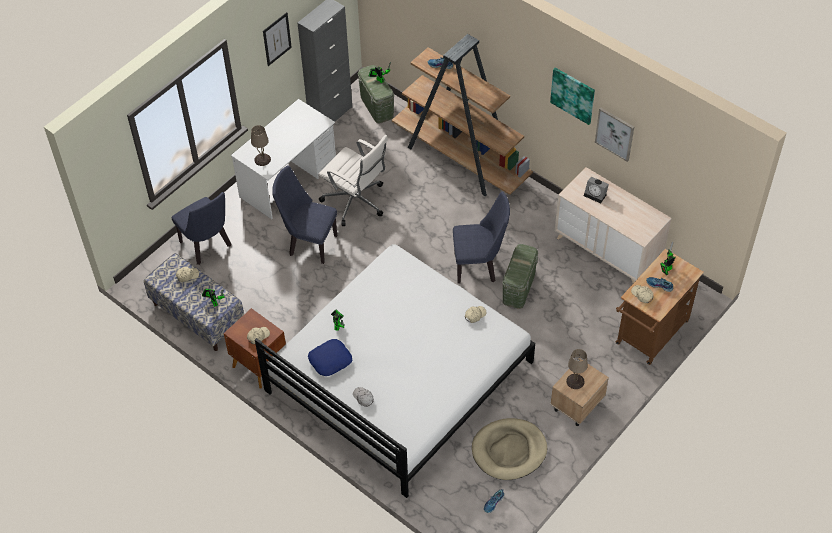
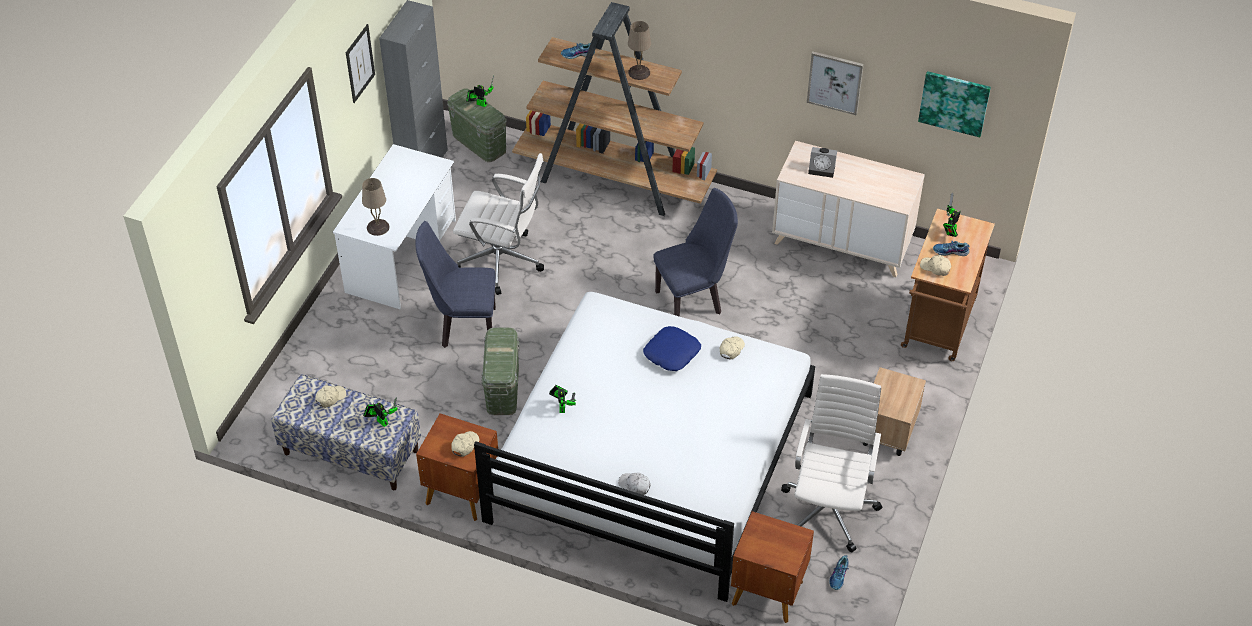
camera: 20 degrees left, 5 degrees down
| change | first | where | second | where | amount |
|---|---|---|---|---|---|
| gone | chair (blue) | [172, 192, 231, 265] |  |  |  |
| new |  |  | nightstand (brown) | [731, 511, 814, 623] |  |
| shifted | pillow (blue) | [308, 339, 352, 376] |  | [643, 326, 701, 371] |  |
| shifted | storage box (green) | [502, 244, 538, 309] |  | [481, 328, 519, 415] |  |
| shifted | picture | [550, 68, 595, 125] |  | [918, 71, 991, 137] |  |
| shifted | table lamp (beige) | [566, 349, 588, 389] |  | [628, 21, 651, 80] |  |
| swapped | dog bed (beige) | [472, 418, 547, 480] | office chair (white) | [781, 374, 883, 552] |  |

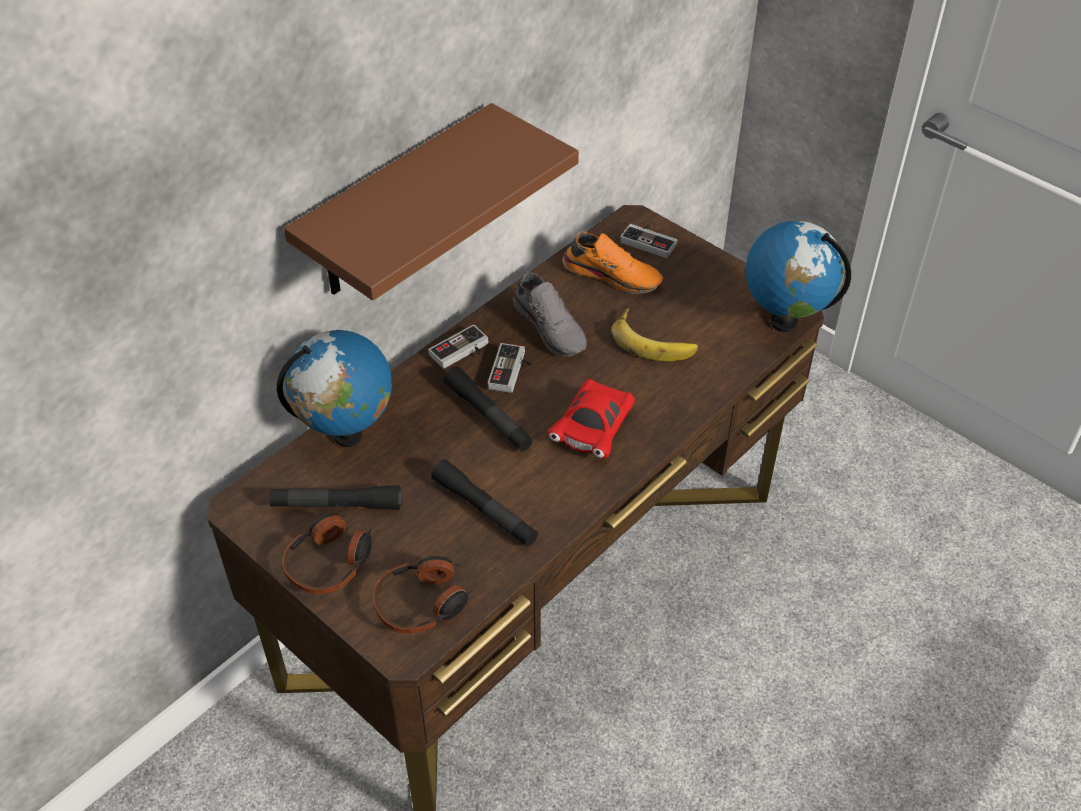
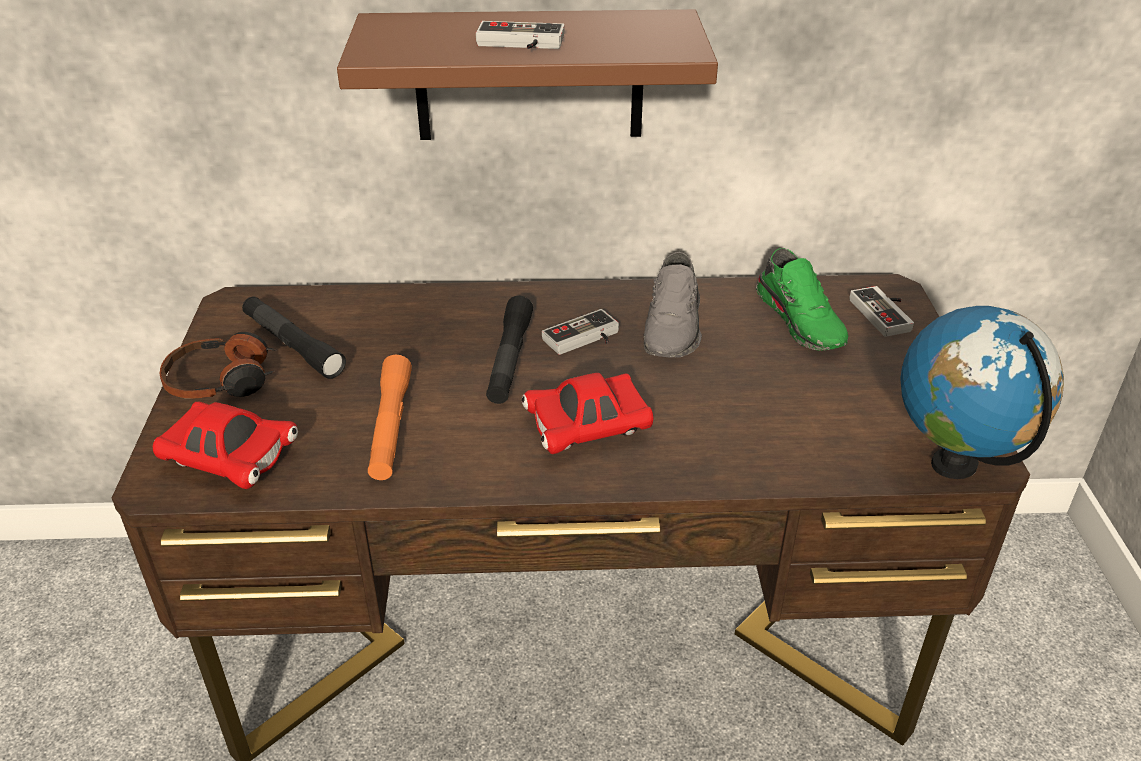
camera: 45 degrees right, 10 degrees down
| change | first | where | second | where | amount |
|---|---|---|---|---|---|
| gone | globe | [277, 330, 392, 447] |  |  |  |
| gone | banana | [611, 308, 698, 361] |  |  |  |
| shifted | game controller | [428, 325, 489, 369] |  | [476, 21, 565, 49] |  |
| swapped | headphones | [373, 556, 474, 634] | toy car (red) | [153, 401, 298, 489] |  |
| repainted | flashlight (black) | [431, 459, 538, 546] | flashlight (orange) | [368, 355, 412, 480] |  |
| repainted | shoe (orange) | [562, 232, 664, 294] | shoe (green) | [756, 248, 848, 351] |  |

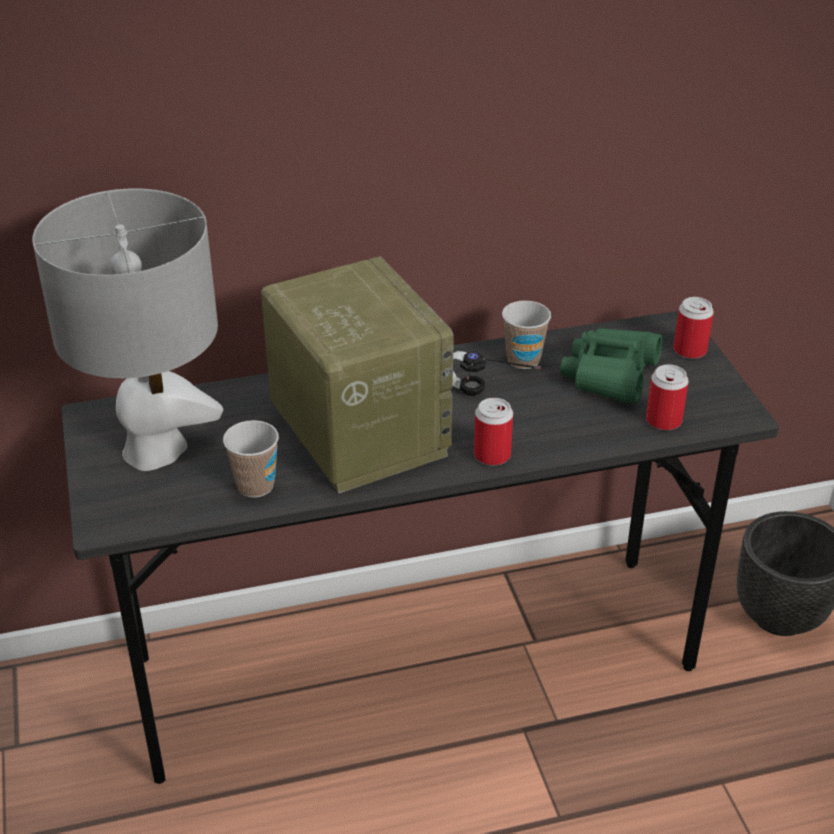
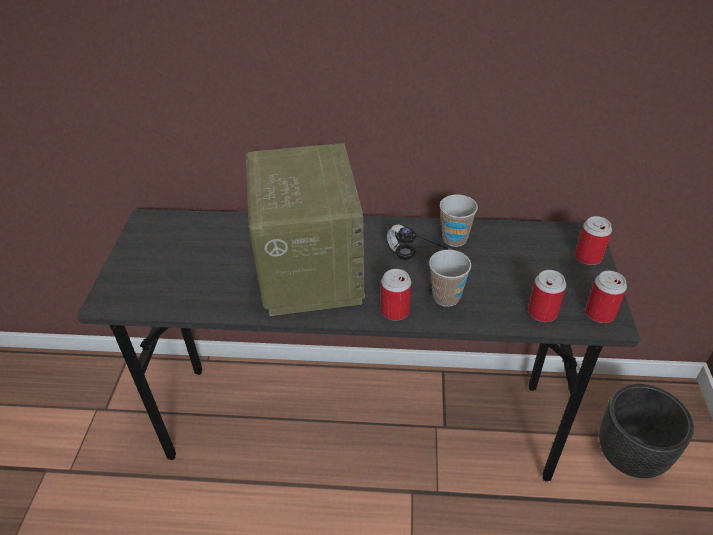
camera: 20 degrees right, 5 degrees up
| change | first | where | second | where | amount |
|---|---|---|---|---|---|
| gone | table lamp (grey) | [32, 188, 223, 471] |  |  |  |
| gone | binoculars (green) | [560, 328, 662, 404] |  |  |  |
| new |  |  | can | [586, 271, 627, 323] |  |
| shifted | cup | [223, 420, 279, 498] |  | [429, 250, 471, 307] |  |

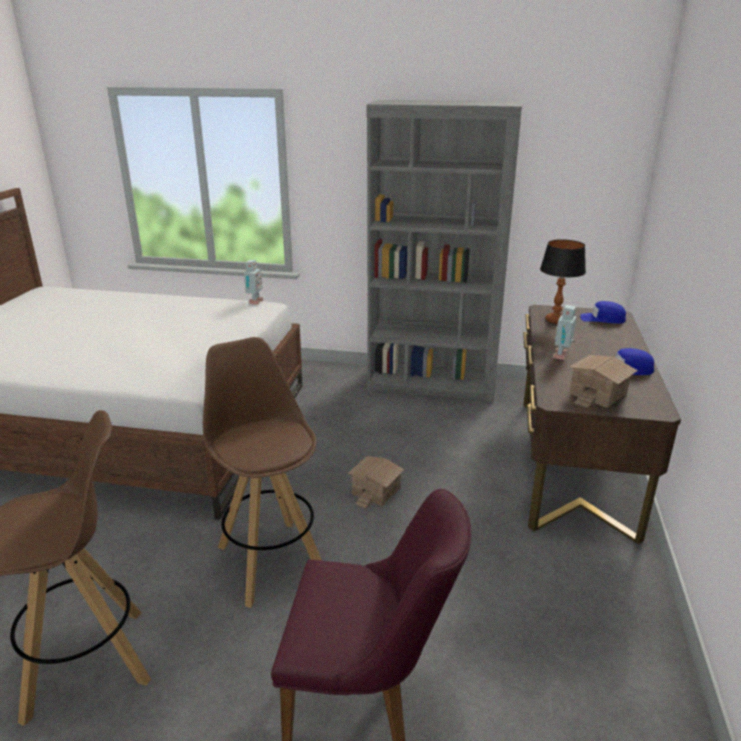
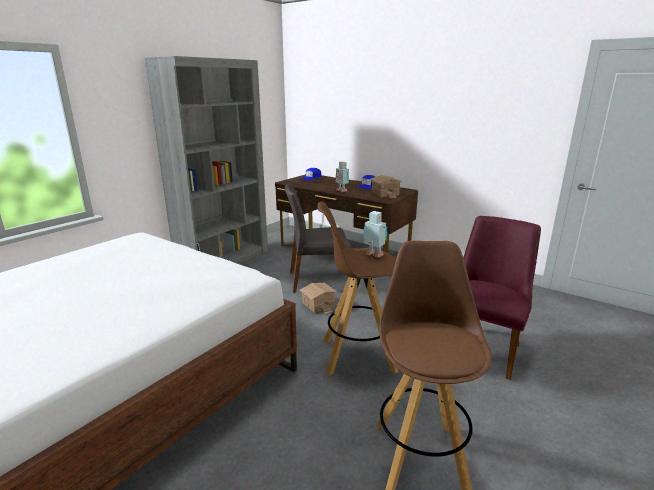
camera: 65 degrees left, 5 degrees down
| change | first | where | second | where | amount |
|---|---|---|---|---|---|
| gone | table lamp | [540, 239, 586, 324] |  |  |  |
| new |  |  | chair (grey) | [285, 183, 351, 293] |  |
| shifted | toy robot | [244, 260, 263, 305] |  | [363, 211, 387, 258] |  |

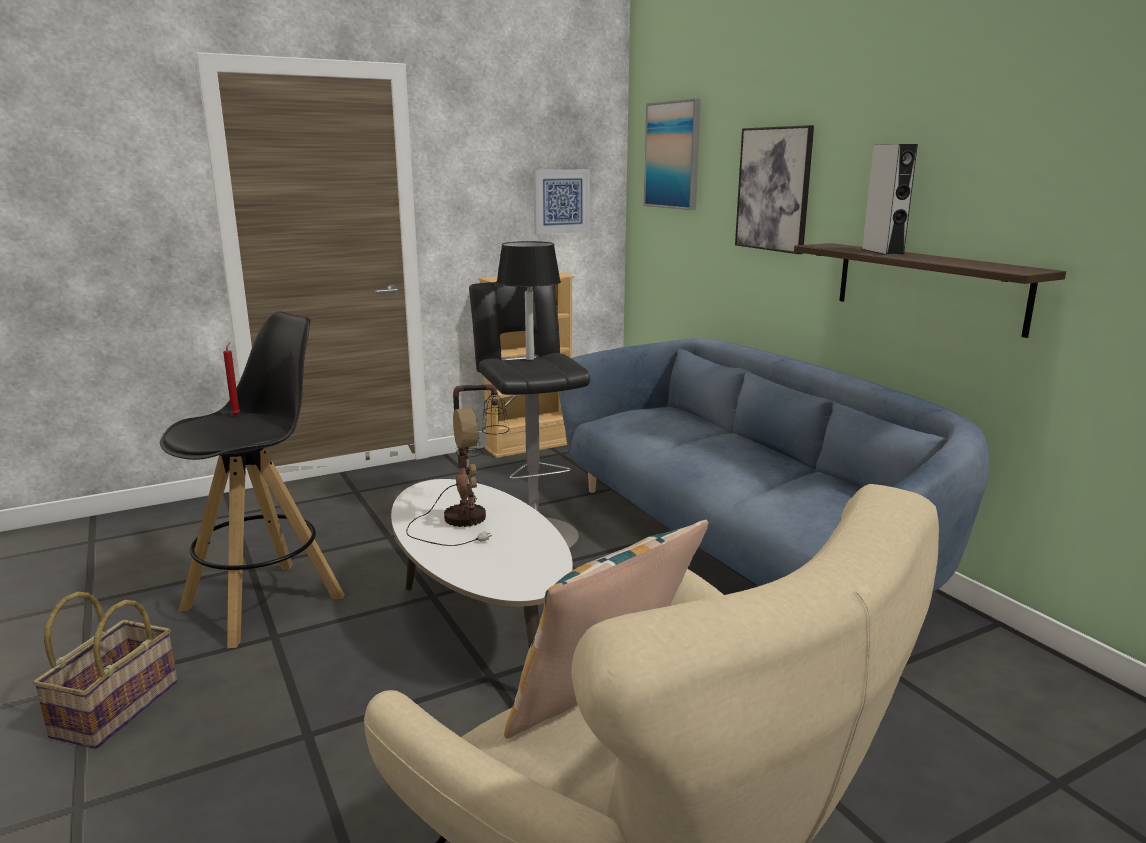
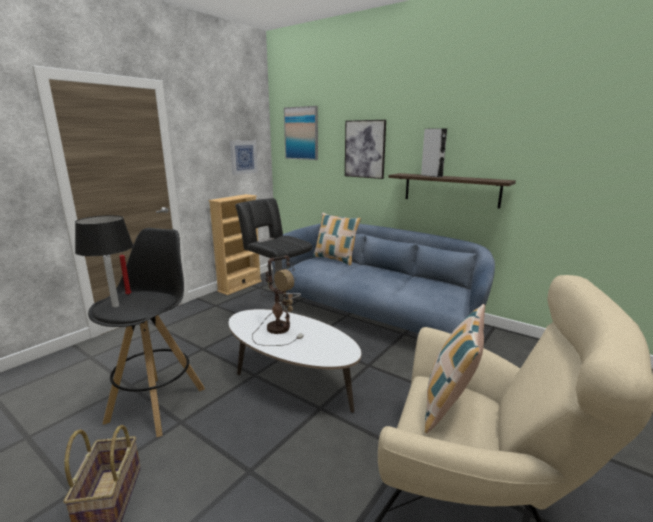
camera: 25 degrees left, 0 degrees up
| change | first | where | second | where | amount |
|---|---|---|---|---|---|
| new |  |  | pillow | [313, 212, 361, 265] |  |
| shifted | table lamp (black) | [496, 241, 561, 360] |  | [75, 215, 133, 308] |  |

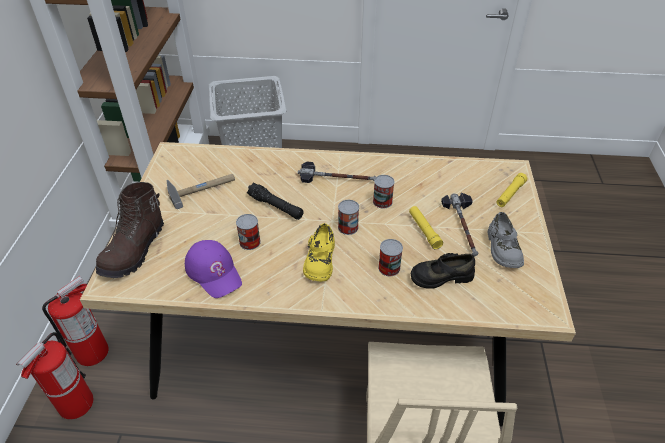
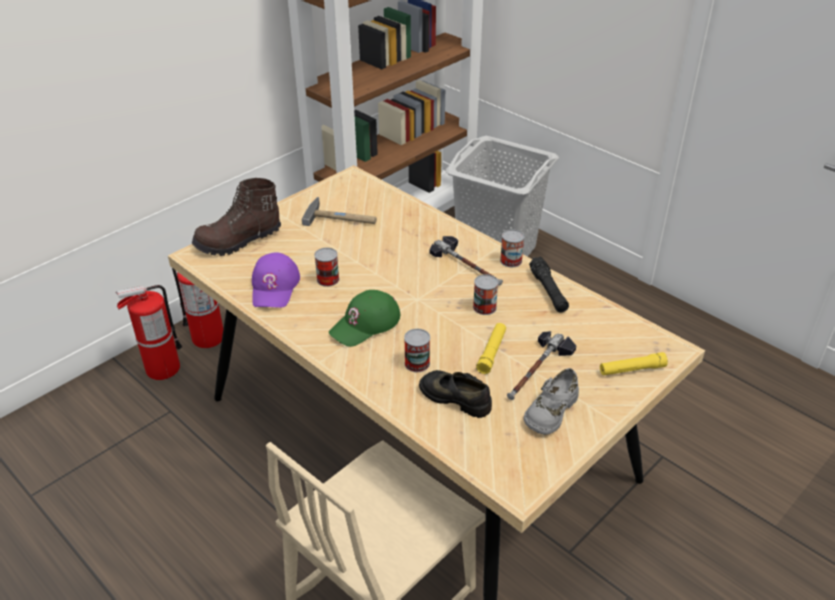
camera: 40 degrees right, 5 degrees down
| change | first | where | second | where | amount |
|---|---|---|---|---|---|
| shifted | flashlight (black) | [247, 183, 304, 220] |  | [529, 256, 569, 313] |  |
| shifted | can | [338, 200, 359, 235] |  | [500, 229, 525, 267] |  |
| swapped | shoe (yellow) | [303, 223, 335, 282] | cap (green) | [329, 290, 400, 347] |  |

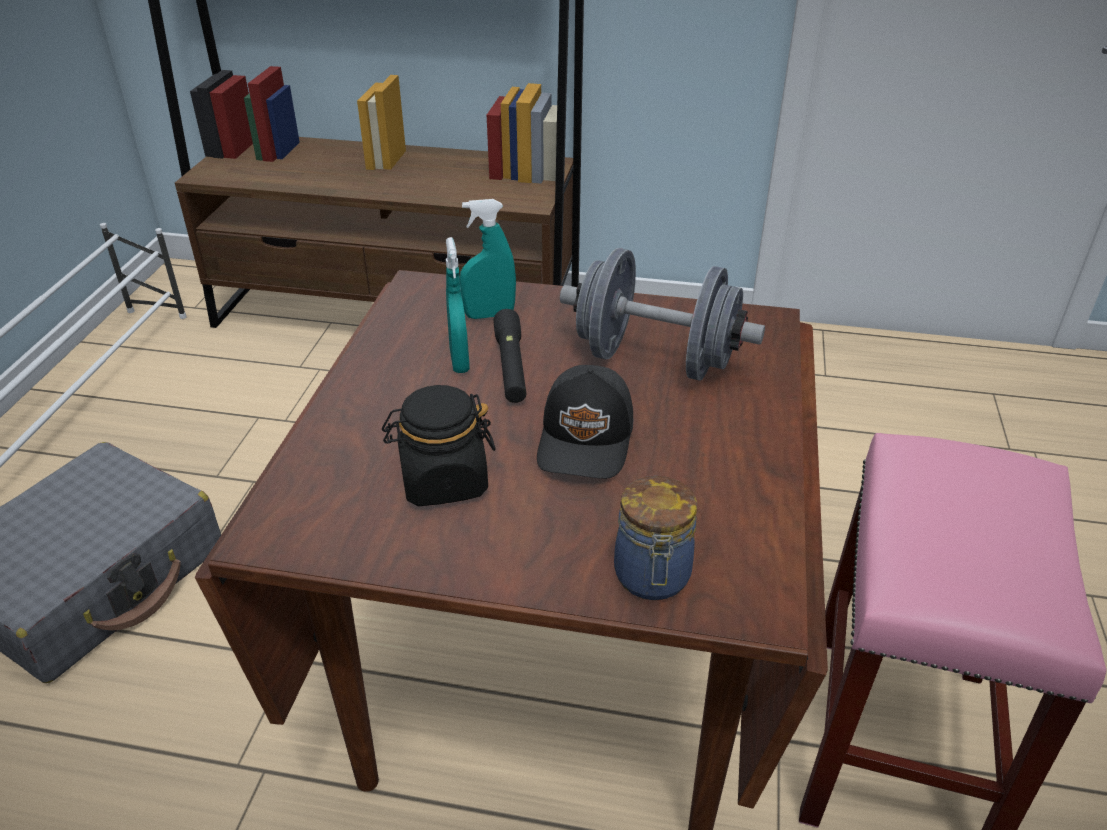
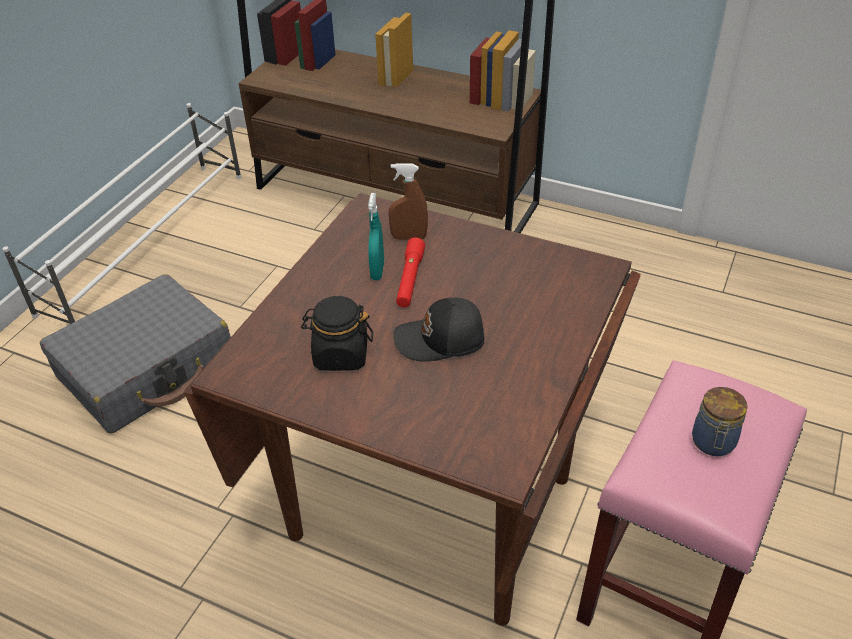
camera: 15 degrees right, 5 degrees up
| change | first | where | second | where | amount |
|---|---|---|---|---|---|
| gone | dumbbell (grey) | [560, 248, 765, 381] |  |  |  |
| shifted | jar | [614, 476, 697, 600] |  | [692, 387, 748, 456] |  |
| repainted | spray bottle (turquoise) | [460, 199, 516, 319] | spray bottle (brown) | [388, 163, 428, 240] |  |
| repainted | flashlight (black) | [493, 309, 526, 403] | flashlight (red) | [396, 238, 425, 307] |  |
| rotated | cap (black) | [537, 365, 634, 479] |  | [393, 297, 485, 362] | 60 degrees clockwise |

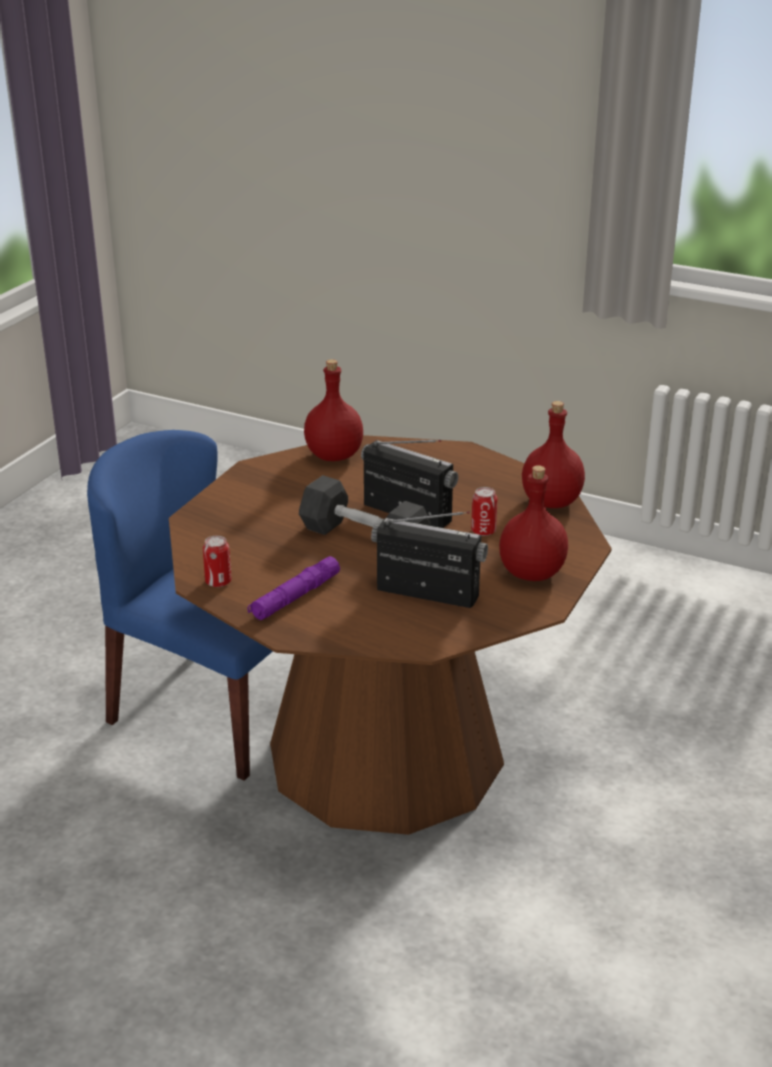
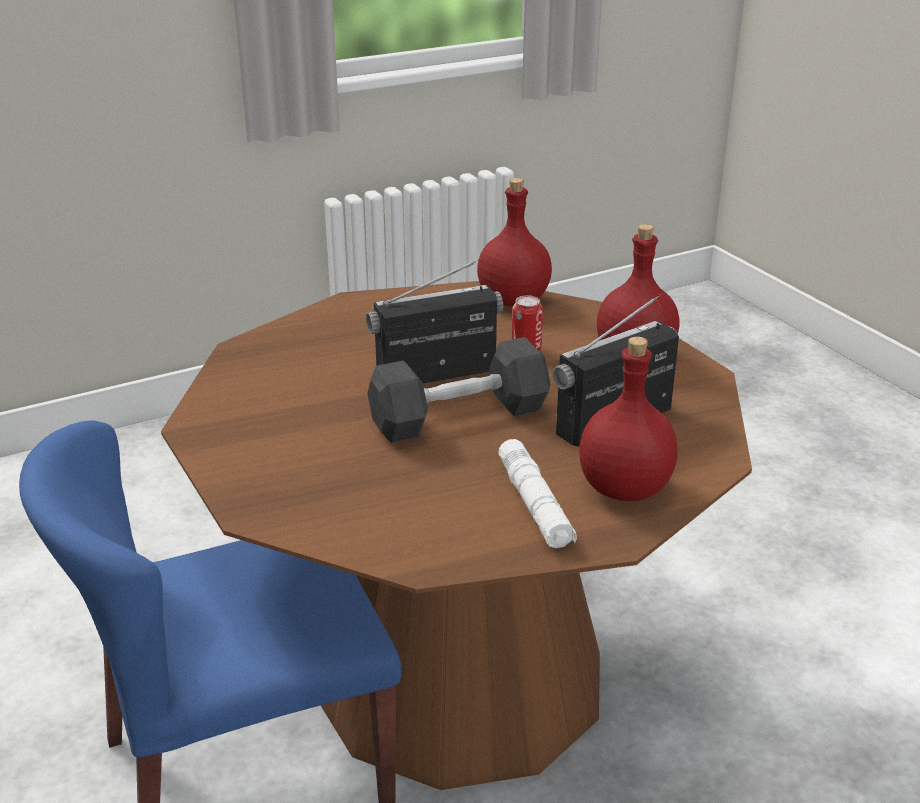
camera: 55 degrees left, 0 degrees up
| change | first | where | second | where | amount |
|---|---|---|---|---|---|
| gone | can | [203, 536, 232, 587] |  |  |  |
| shifted | bottle (red) | [304, 359, 363, 461] |  | [579, 337, 677, 501] |  |
| repainted | flashlight (purple) | [247, 556, 340, 620] | flashlight (white) | [498, 439, 577, 548] |  |

